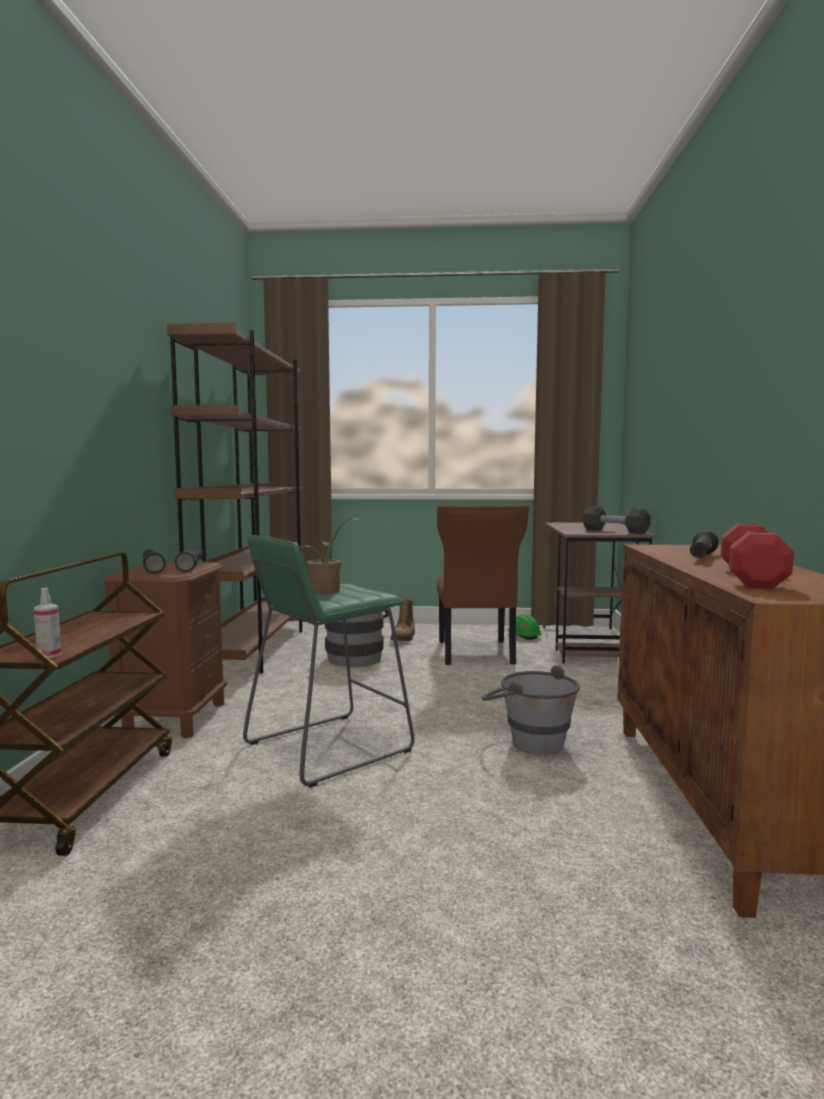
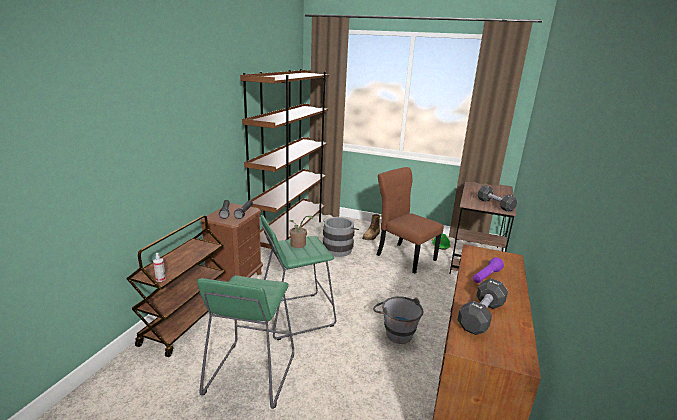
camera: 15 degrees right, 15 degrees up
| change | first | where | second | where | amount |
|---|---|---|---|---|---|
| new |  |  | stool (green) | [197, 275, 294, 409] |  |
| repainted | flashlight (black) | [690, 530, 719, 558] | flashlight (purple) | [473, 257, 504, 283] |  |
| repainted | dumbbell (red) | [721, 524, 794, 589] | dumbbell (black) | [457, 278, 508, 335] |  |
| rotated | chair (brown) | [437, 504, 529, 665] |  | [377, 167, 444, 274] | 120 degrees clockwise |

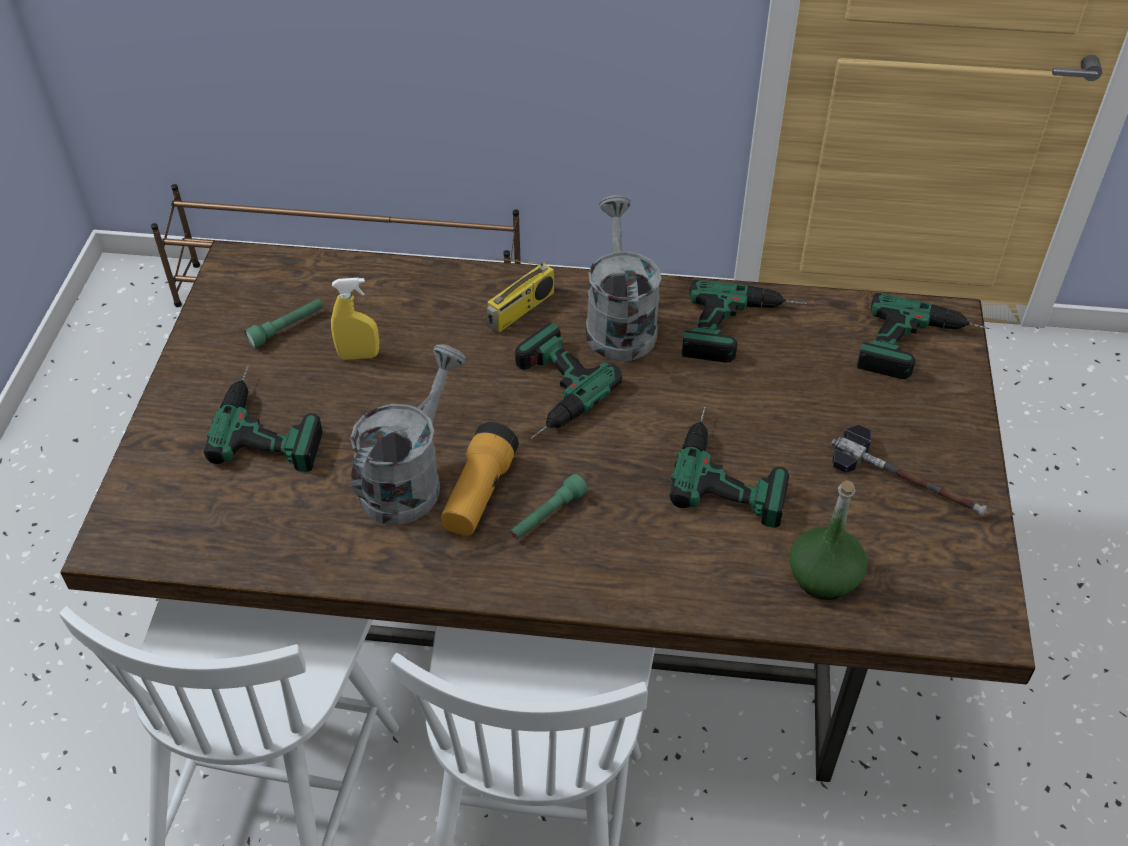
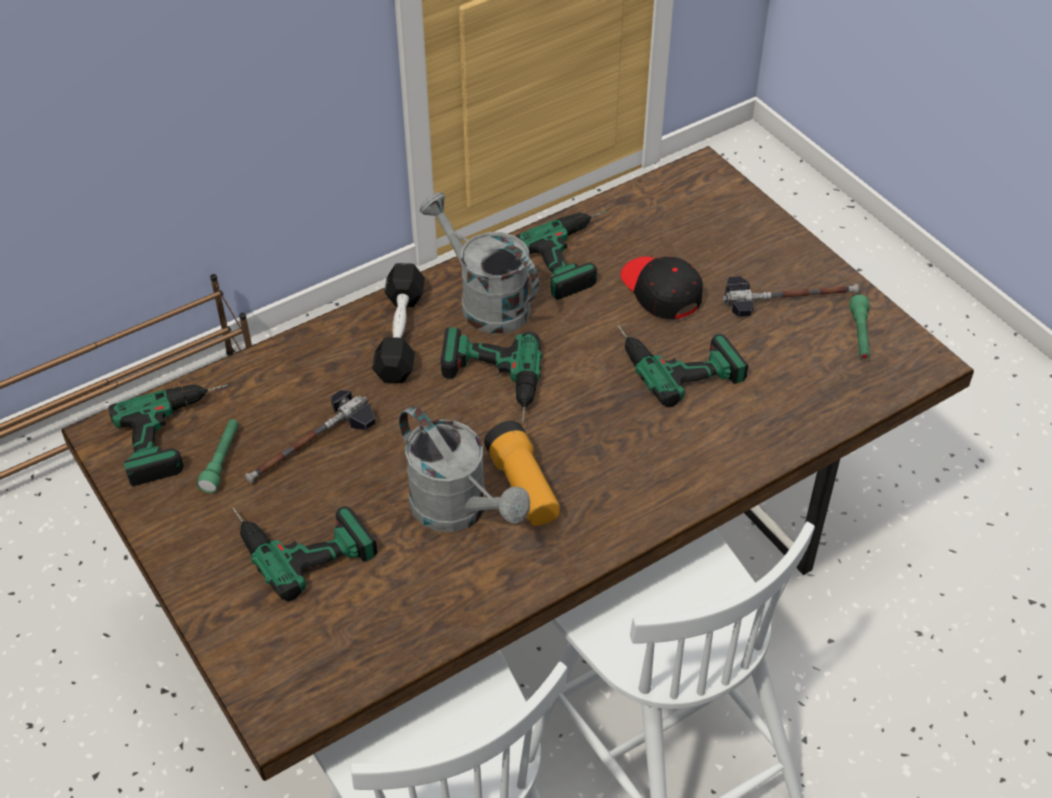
camera: 40 degrees left, 0 degrees up
| change | first | where | second | where | amount |
|---|---|---|---|---|---|
| gone | bottle (green) | [790, 480, 867, 600] |  |  |  |
| new |  |  | cap (black) | [620, 257, 703, 319] |  |
| shifted | flashlight (green) | [510, 474, 588, 540] |  | [850, 295, 870, 360] |  |
| shifted | power drill | [857, 293, 991, 379] |  | [109, 384, 228, 487] |  |
| swapped | spray bottle (yellow) | [331, 278, 379, 360] | hammer | [245, 390, 376, 483] |  |
| swapped | radio | [487, 258, 554, 332] | dumbbell (black) | [372, 263, 425, 383] |  |
| rotated | watering can (grey) | [350, 344, 466, 525] |  | [399, 406, 530, 532] | 150 degrees clockwise |

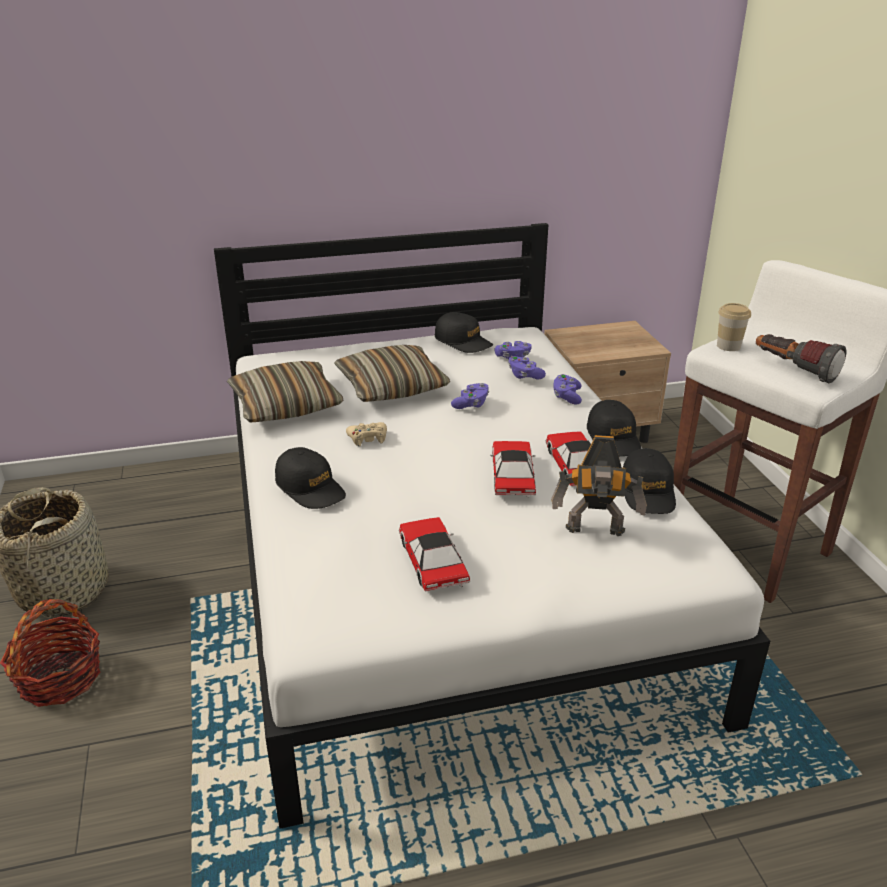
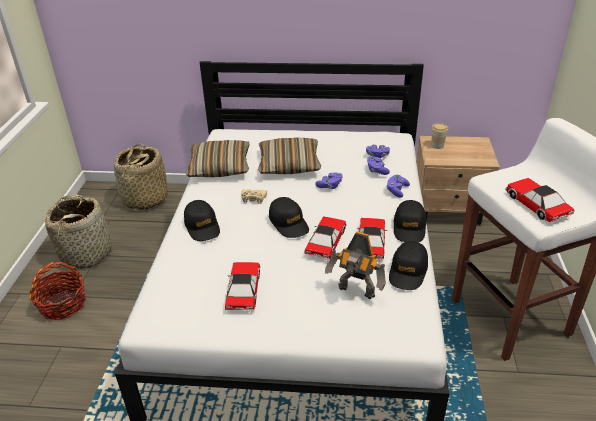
camera: 20 degrees right, 5 degrees up
| change | first | where | second | where | amount |
|---|---|---|---|---|---|
| new |  |  | basket | [114, 143, 168, 210] |  |
| shifted | cap (black) | [435, 312, 493, 353] |  | [269, 197, 309, 238] |  |
| shifted | cup | [717, 303, 751, 351] |  | [431, 123, 448, 149] |  |
| swapped | flashlight | [756, 334, 846, 383] | toy car | [505, 178, 574, 222] |  |

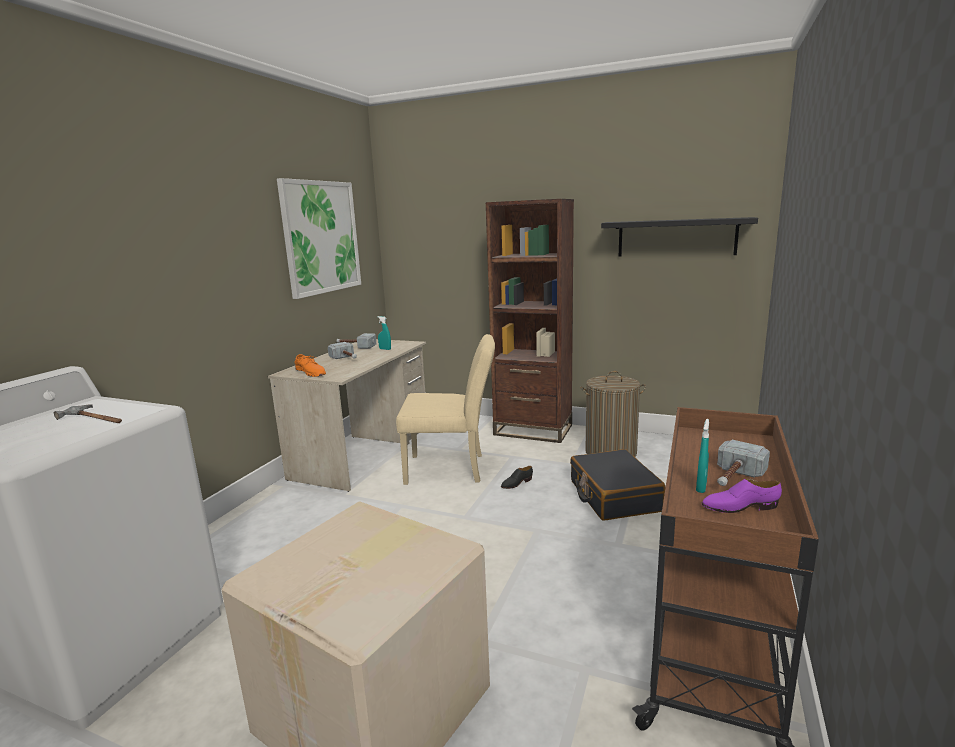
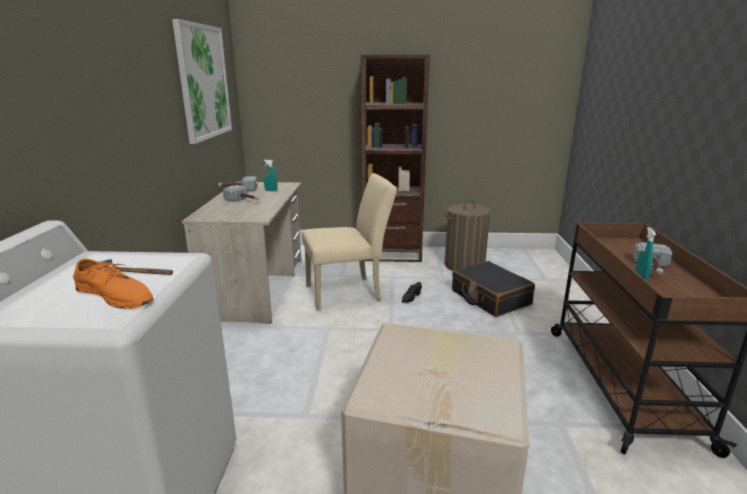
camera: 20 degrees left, 5 degrees up
| change | first | where | second | where | amount |
|---|---|---|---|---|---|
| gone | shelf (black) | [601, 217, 758, 256] |  |  |  |
| gone | shoe (purple) | [702, 479, 782, 513] |  |  |  |
| shifted | shoe (orange) | [295, 354, 326, 377] |  | [73, 259, 153, 309] |  |

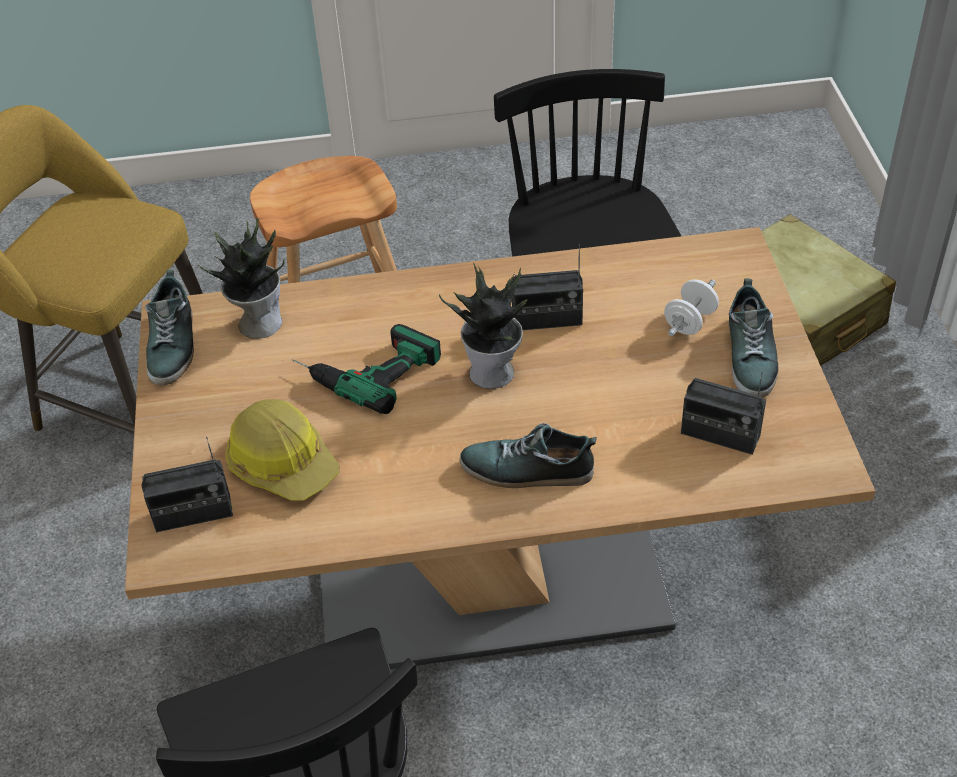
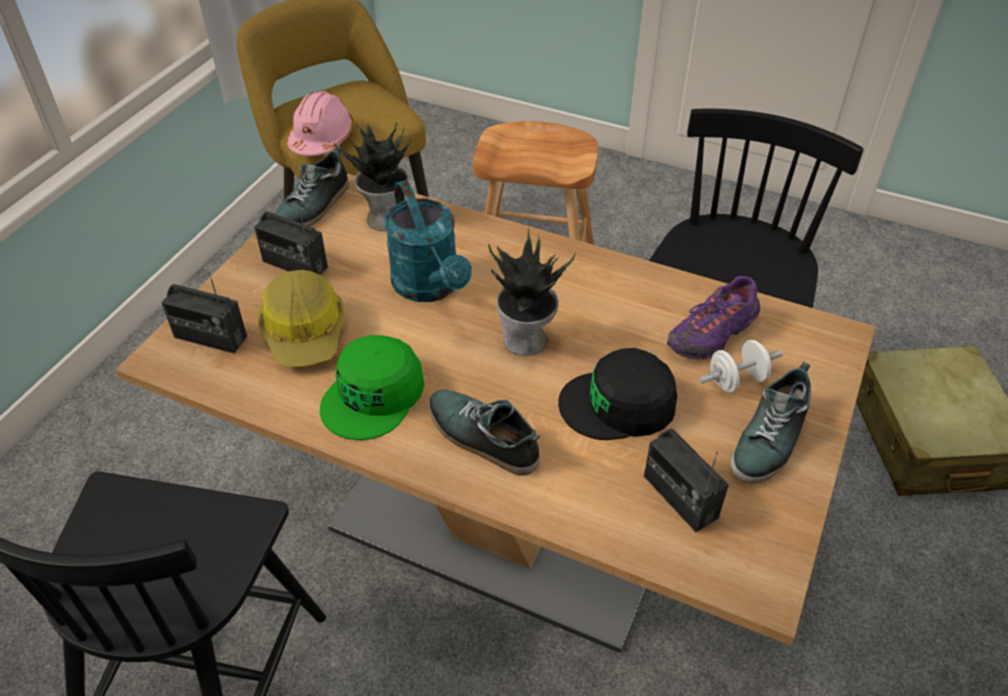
camera: 30 degrees right, 0 degrees up
| change | first | where | second | where | amount |
|---|---|---|---|---|---|
| new |  |  | hard hat (pink) | [287, 91, 354, 156] |  |
| new |  |  | cap (green) | [320, 335, 425, 440] |  |
| new |  |  | cap (black) | [558, 348, 677, 440] |  |
| new |  |  | shoe (purple) | [667, 276, 760, 360] |  |
| shifted | radio | [511, 244, 583, 330] |  | [254, 200, 328, 275] |  |
| swapped | power drill | [292, 324, 441, 414] | watering can (turquoise) | [384, 180, 472, 302] |  |

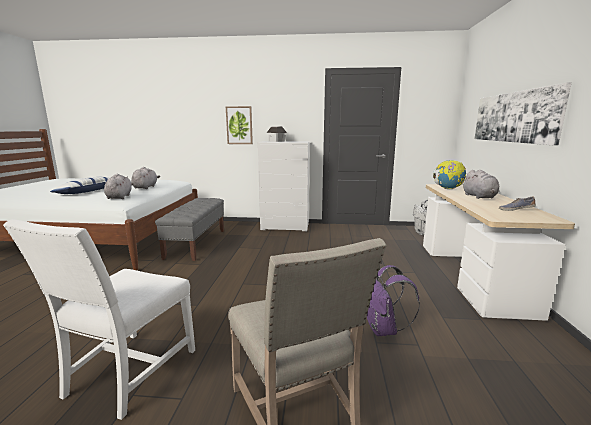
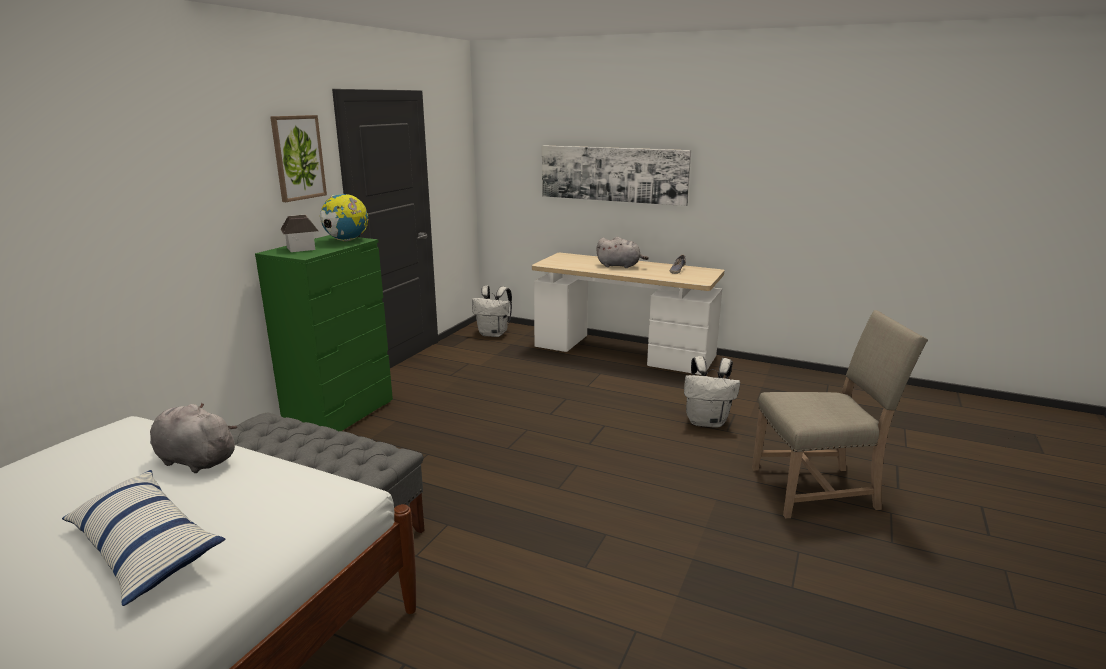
camera: 70 degrees left, 5 degrees up
| change | first | where | second | where | amount |
|---|---|---|---|---|---|
| gone | chair (white) | [3, 219, 195, 420] |  |  |  |
| gone | plush toy (grey) | [104, 174, 134, 199] |  |  |  |
| shifted | picture | [226, 106, 253, 144] |  | [270, 115, 327, 202] |  |
| shifted | globe | [433, 160, 466, 189] |  | [320, 194, 368, 241] |  |
| repainted | dresser (white) | [258, 141, 310, 231] | dresser (green) | [255, 235, 393, 431] |  |
| repainted | backpack (purple) | [367, 265, 420, 336] | backpack (white) | [684, 356, 740, 428] |  |

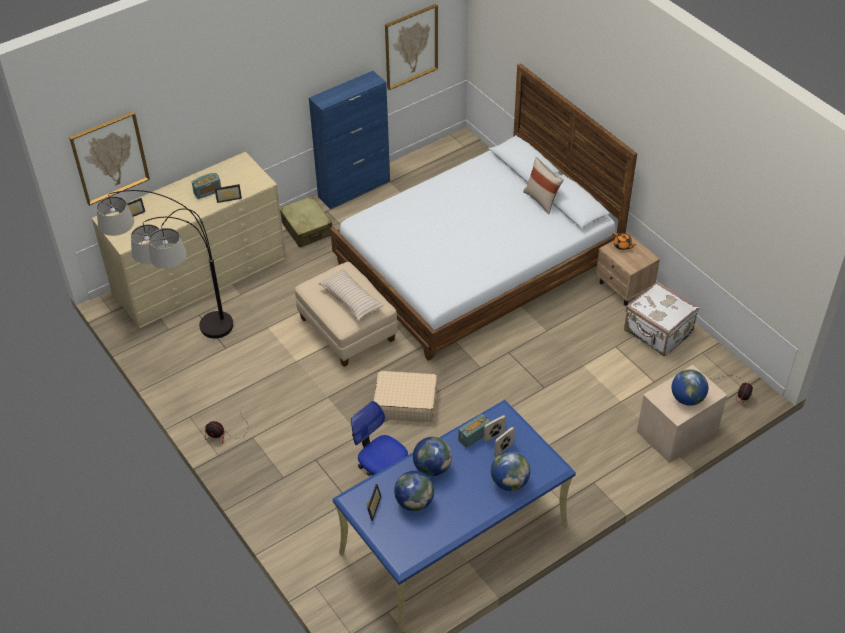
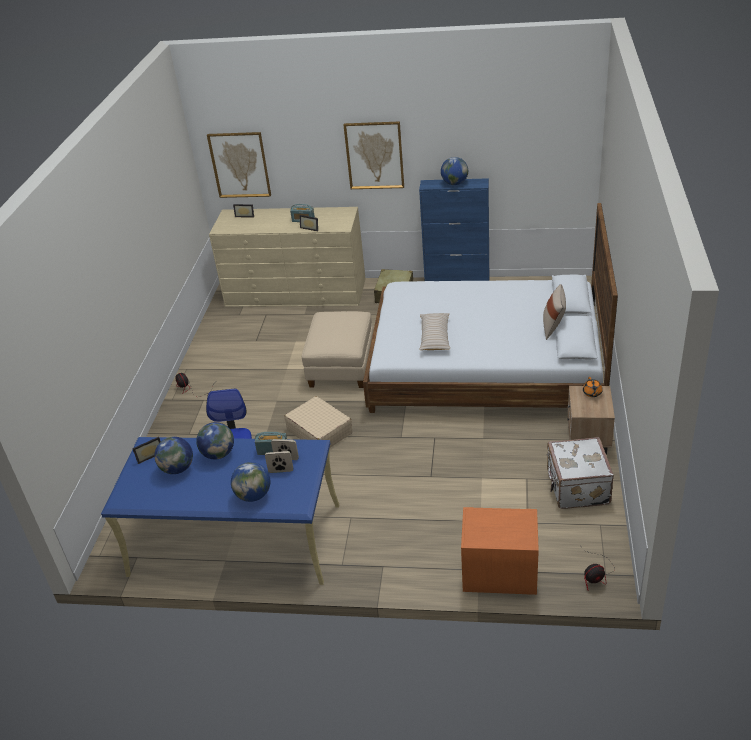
camera: 45 degrees right, 10 degrees down
| change | first | where | second | where | amount |
|---|---|---|---|---|---|
| gone | floor lamp | [97, 190, 233, 339] |  |  |  |
| shifted | pillow (beige) | [318, 269, 384, 320] |  | [419, 313, 450, 350] |  |
| shifted | picture | [385, 4, 438, 90] |  | [344, 121, 404, 189] |  |
| shifted | globe | [671, 369, 708, 406] |  | [441, 157, 468, 185] |  |
| repainted | nightstand (beige) | [637, 365, 727, 463] | nightstand (orange) | [461, 507, 539, 595] |  |

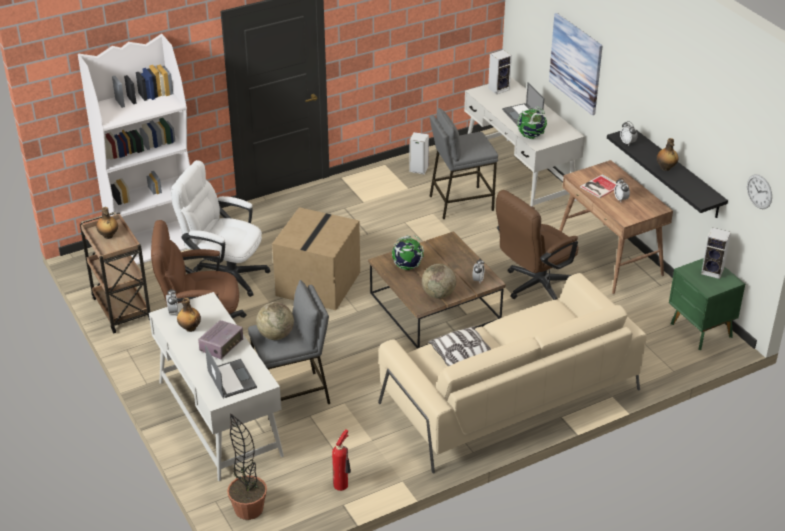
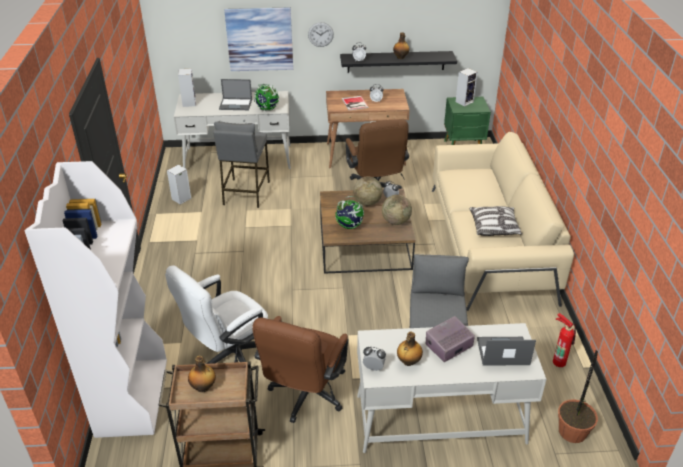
camera: 65 degrees left, 0 degrees up
| change | first | where | second | where | amount |
|---|---|---|---|---|---|
| gone | cardboard box | [272, 207, 360, 310] |  |  |  |
| shifted | globe | [256, 302, 294, 340] |  | [353, 176, 382, 206] |  |
| shifted | wall clock | [747, 174, 772, 209] |  | [308, 22, 334, 47] |  |
| rotated | radio | [198, 320, 243, 360] |  | [426, 316, 475, 362] | 90 degrees counterclockwise |

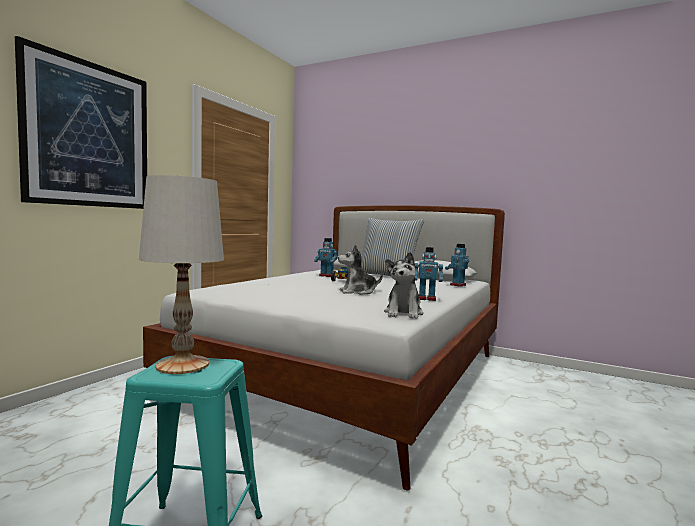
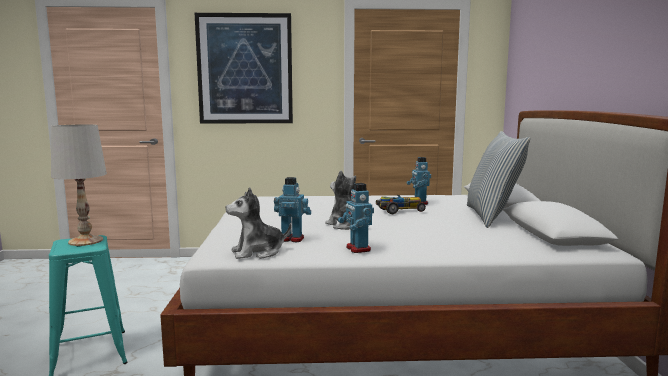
camera: 60 degrees right, 5 degrees up
| change | first | where | second | where | amount |
|---|---|---|---|---|---|
| shifted | toy robot | [445, 244, 469, 286] |  | [274, 177, 311, 242] |  |

